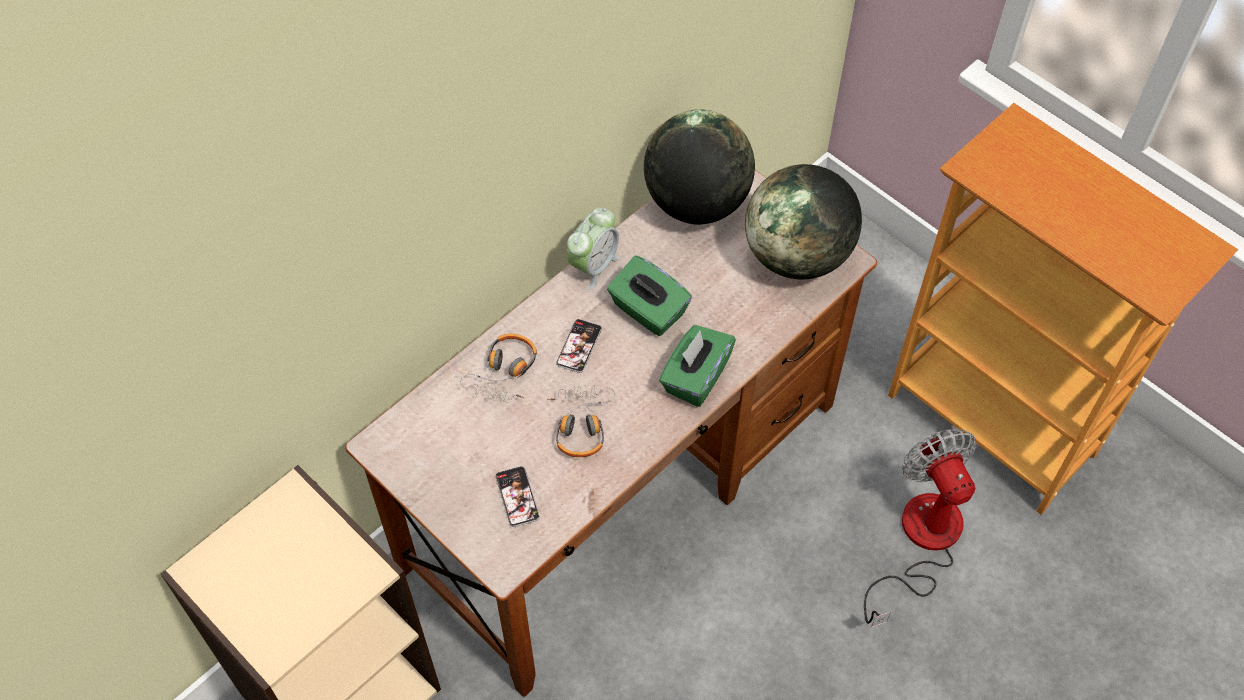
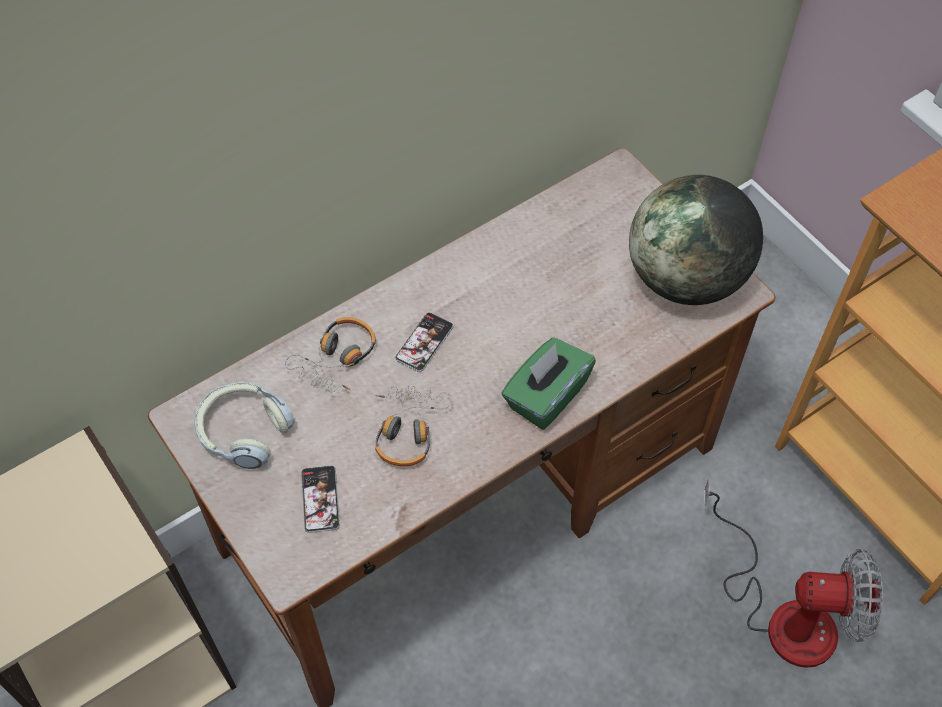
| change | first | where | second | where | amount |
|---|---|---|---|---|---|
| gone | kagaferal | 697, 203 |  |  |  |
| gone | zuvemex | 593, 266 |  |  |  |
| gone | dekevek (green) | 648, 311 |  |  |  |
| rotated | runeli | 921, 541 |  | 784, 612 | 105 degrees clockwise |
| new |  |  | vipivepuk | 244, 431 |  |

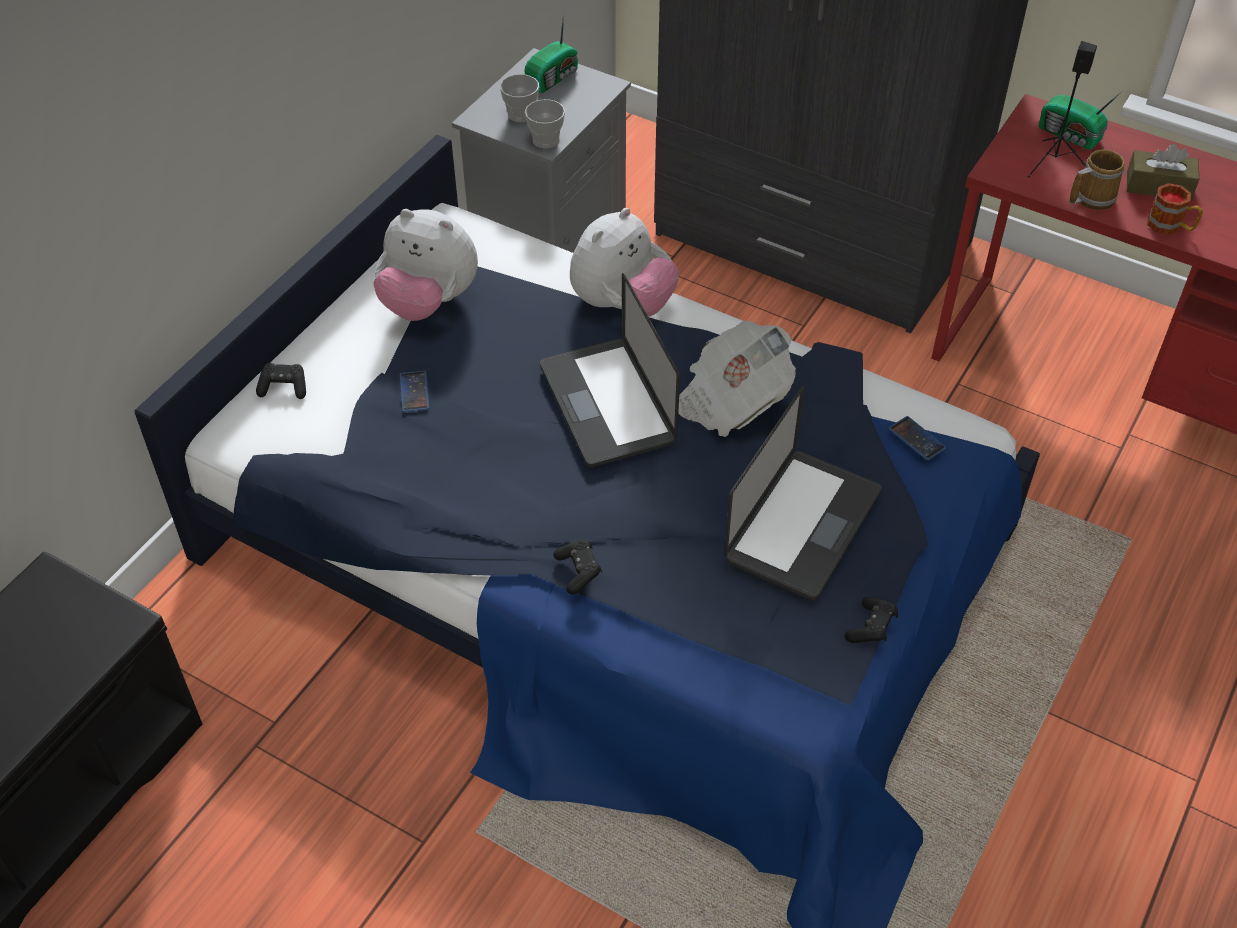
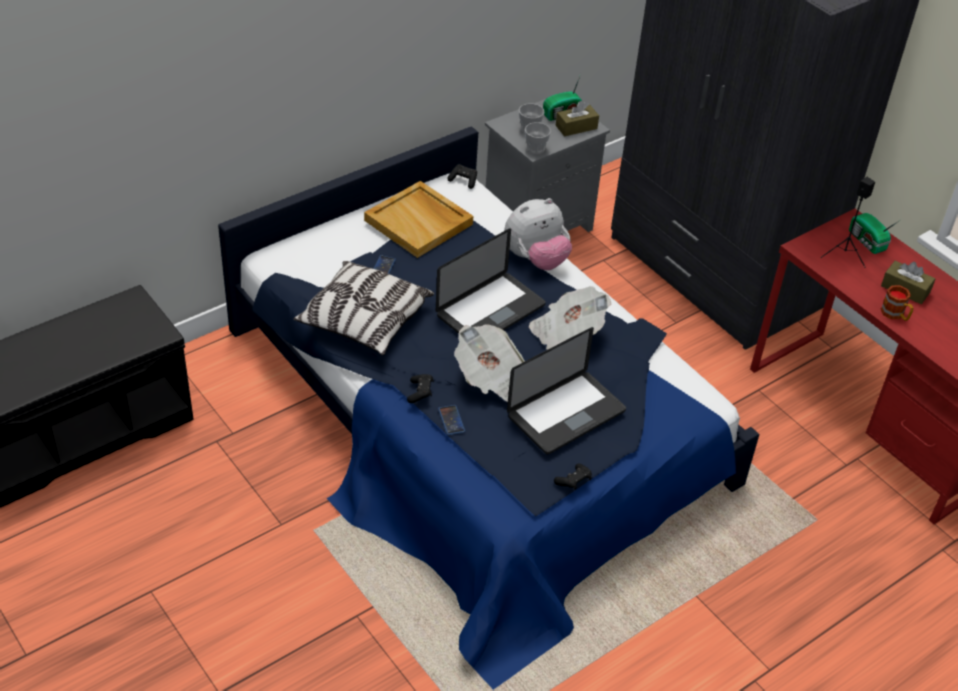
| change | first | where | second | where | amount |
|---|---|---|---|---|---|
| gone | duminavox | 1091, 197 |  |  |  |
| swapped | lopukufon | 428, 303 | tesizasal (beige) | 419, 222 |  |
| rotated | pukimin | 607, 404 |  | 490, 310 | 135 degrees counterclockwise |
| shifted | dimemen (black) | 284, 388 |  | 463, 180 |  |
| shifted | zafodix | 917, 439 |  | 451, 420 |  |
| new |  |  | dekevek (brown) | 576, 127 |  |
| new |  |  | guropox | 364, 321 |  |
| new |  |  | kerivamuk | 491, 378 |  |

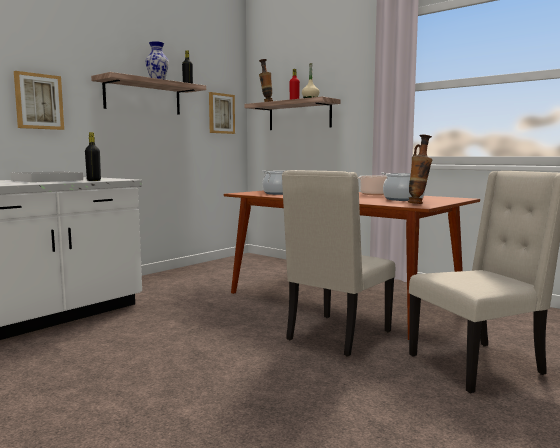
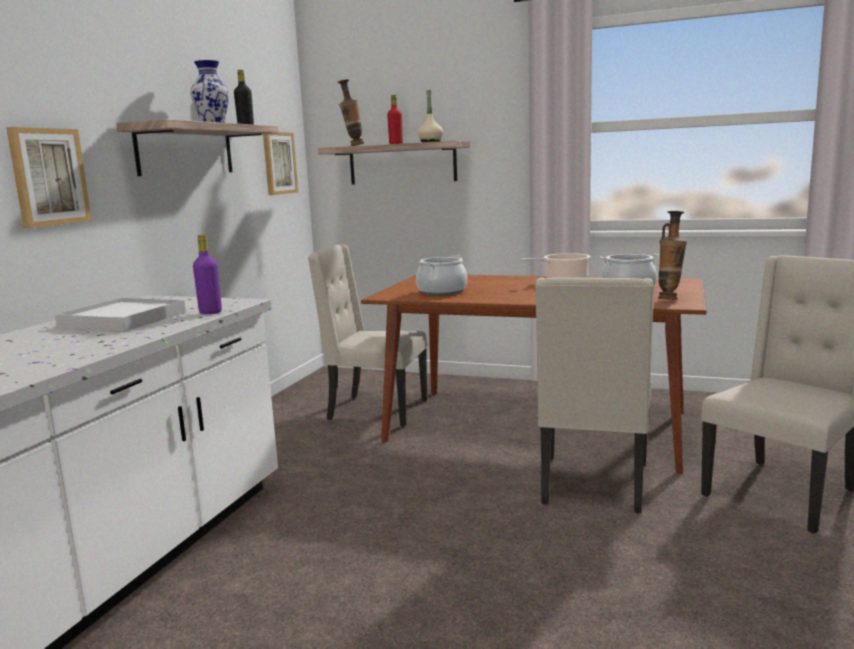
| change | first | where | second | where | amount |
|---|---|---|---|---|---|
| repainted | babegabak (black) | 94, 180 | babegabak (purple) | 210, 312 |  |
| new |  |  | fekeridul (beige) | 375, 410 |  |

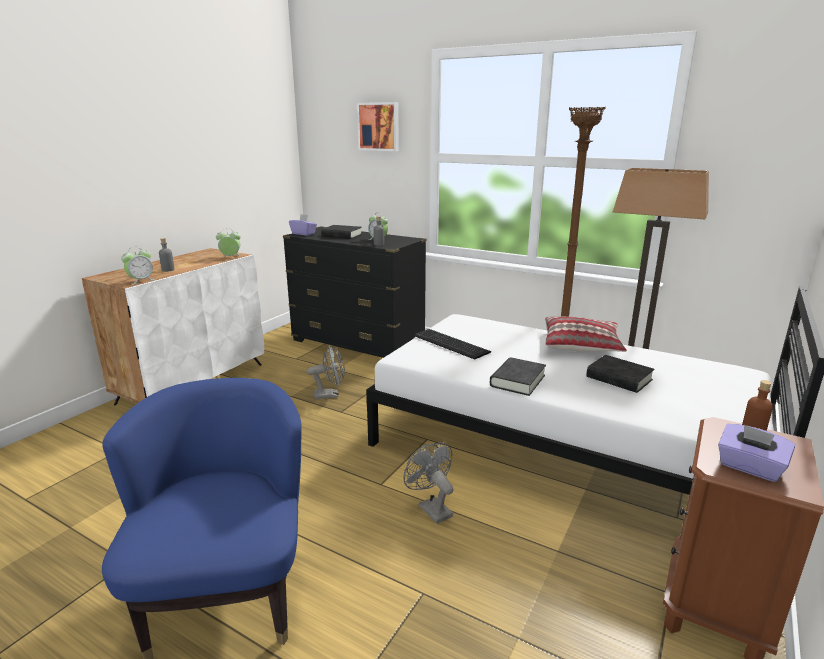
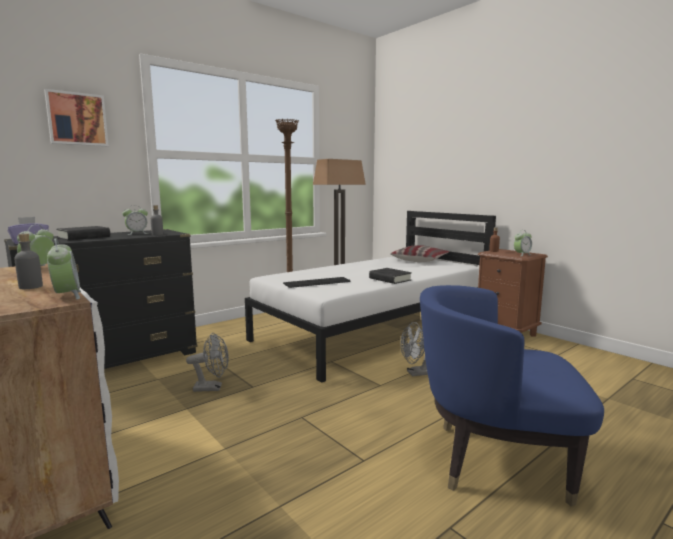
| change | first | where | second | where | amount |
|---|---|---|---|---|---|
| shifted | guropox | 581, 345 |  | 420, 260 |  |
| rotated | runeli (grey) | 330, 395 |  | 212, 388 | 75 degrees clockwise |
| gone | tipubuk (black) | 619, 378 |  |  |  |
| swapped | dekevek (purple) | 749, 467 | zuvemex | 522, 255 |  |

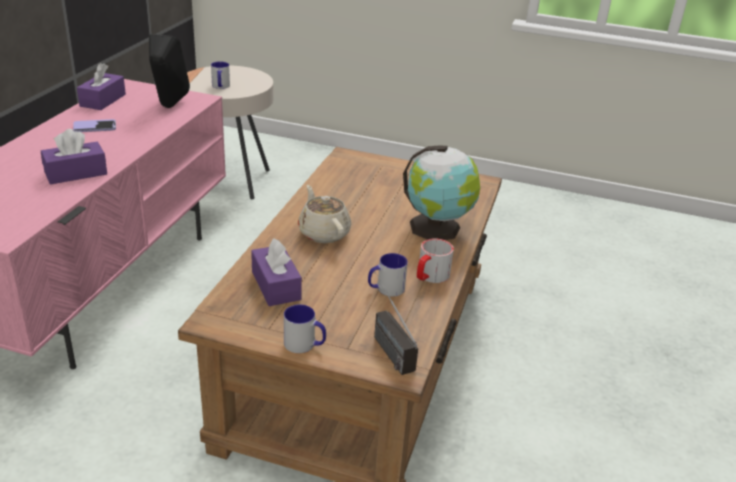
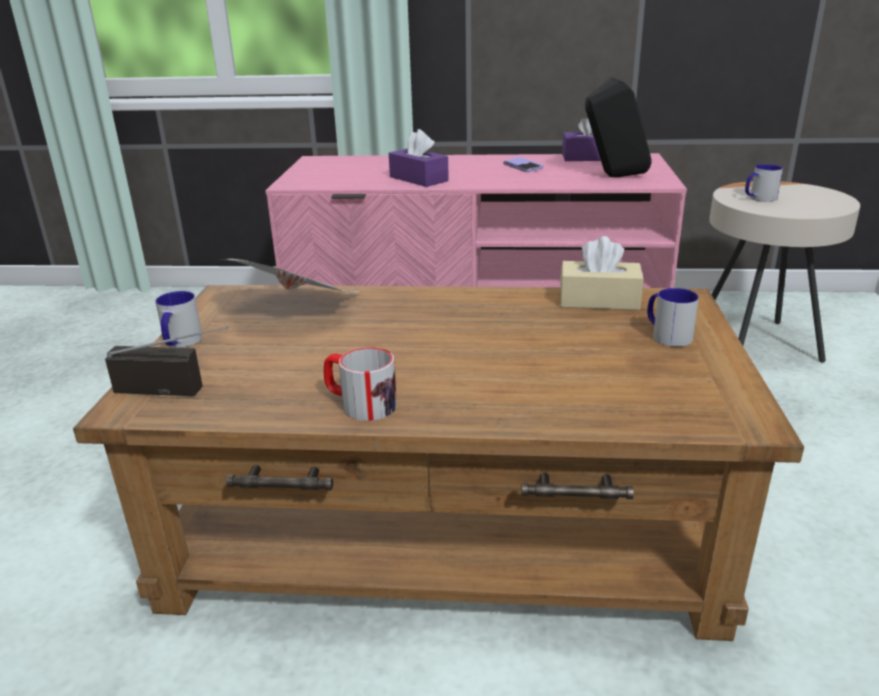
| change | first | where | second | where | amount |
|---|---|---|---|---|---|
| gone | kagaferal | 437, 228 |  |  |  |
| gone | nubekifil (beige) | 323, 233 |  |  |  |
| swapped | dekevek (purple) | 276, 285 | kerivamuk | 299, 310 |  |
| shifted | duminavox | 385, 289 |  | 666, 335 |  |
| rotated | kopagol | 385, 344 |  | 181, 389 | 45 degrees clockwise |
| new |  |  | dekevek (beige) | 599, 300 |  |

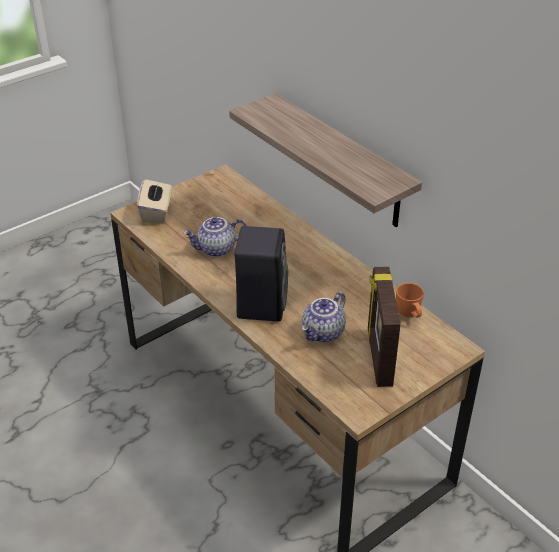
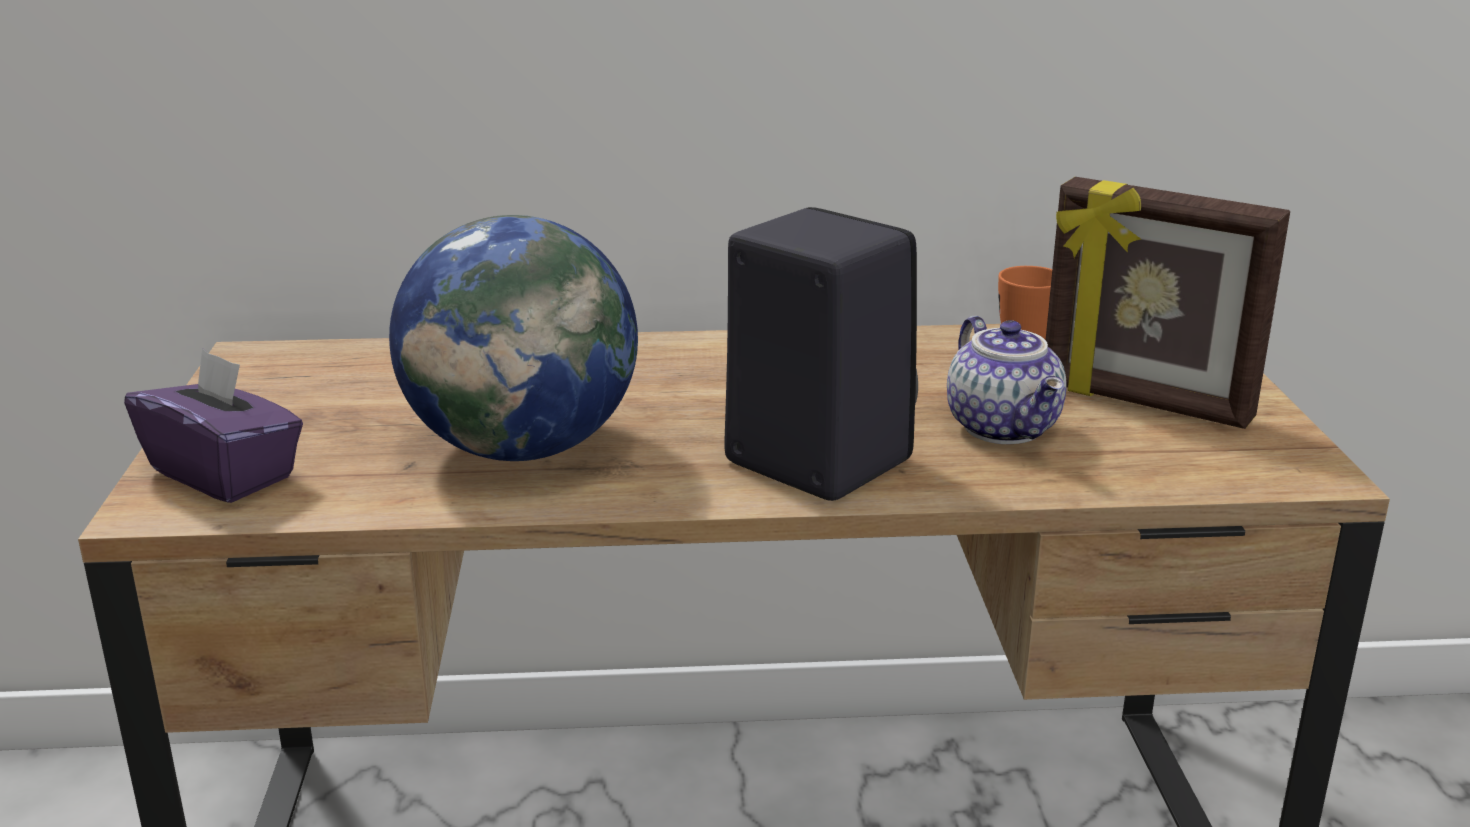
| change | first | where | second | where | amount |
|---|---|---|---|---|---|
| gone | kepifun | 341, 161 |  |  |  |
| repainted | dekevek (beige) | 156, 212 | dekevek (purple) | 224, 473 |  |
| swapped | nubekifil | 216, 250 | kagaferal | 523, 448 |  |

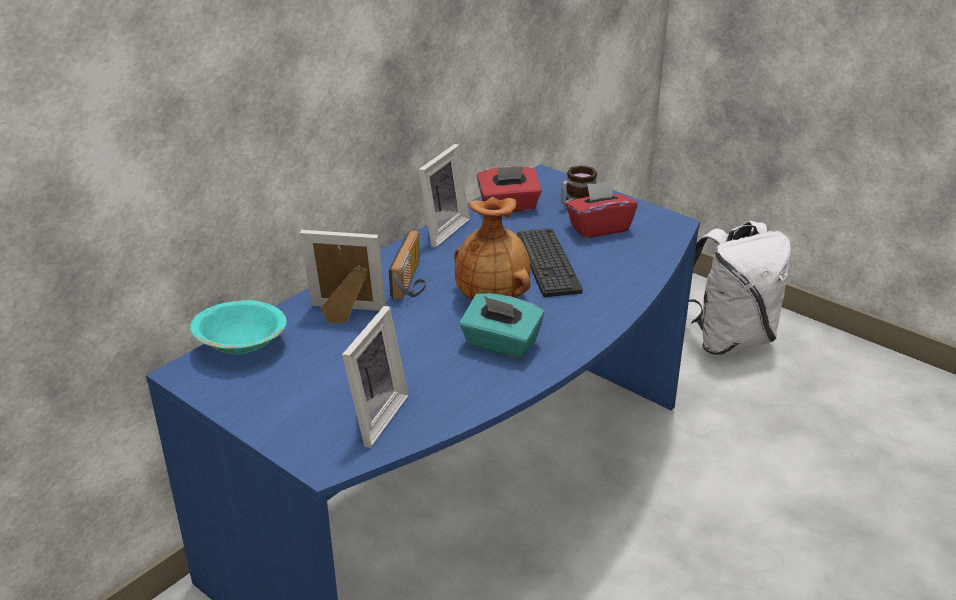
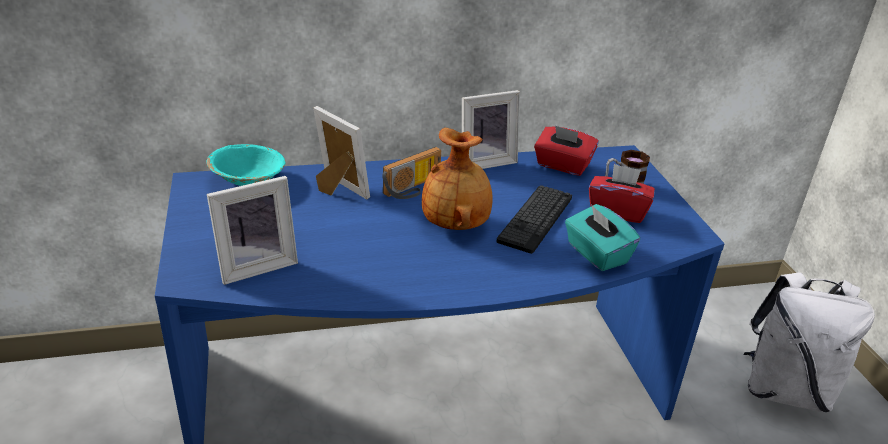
| change | first | where | second | where | amount |
|---|---|---|---|---|---|
| shifted | dekevek (turquoise) | 501, 345 |  | 596, 254 |  |

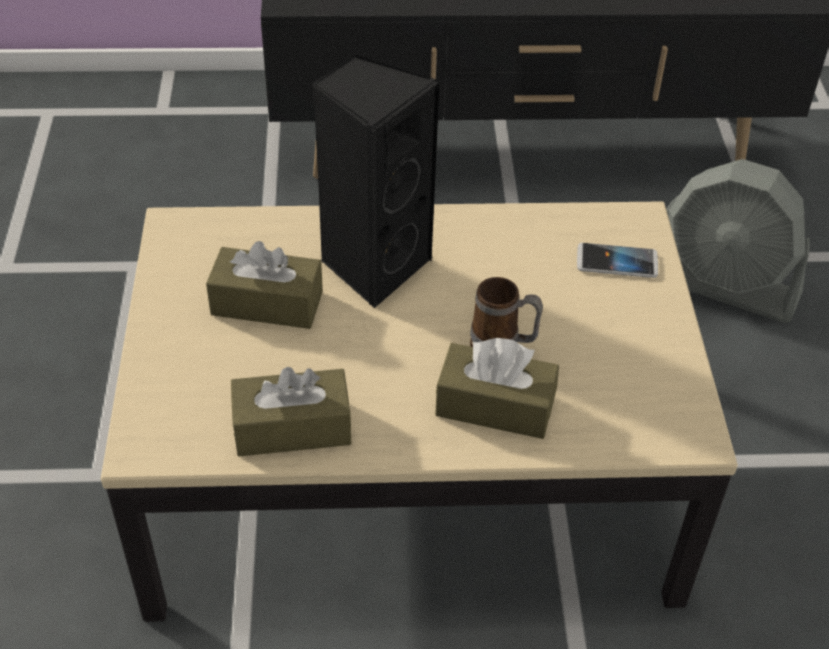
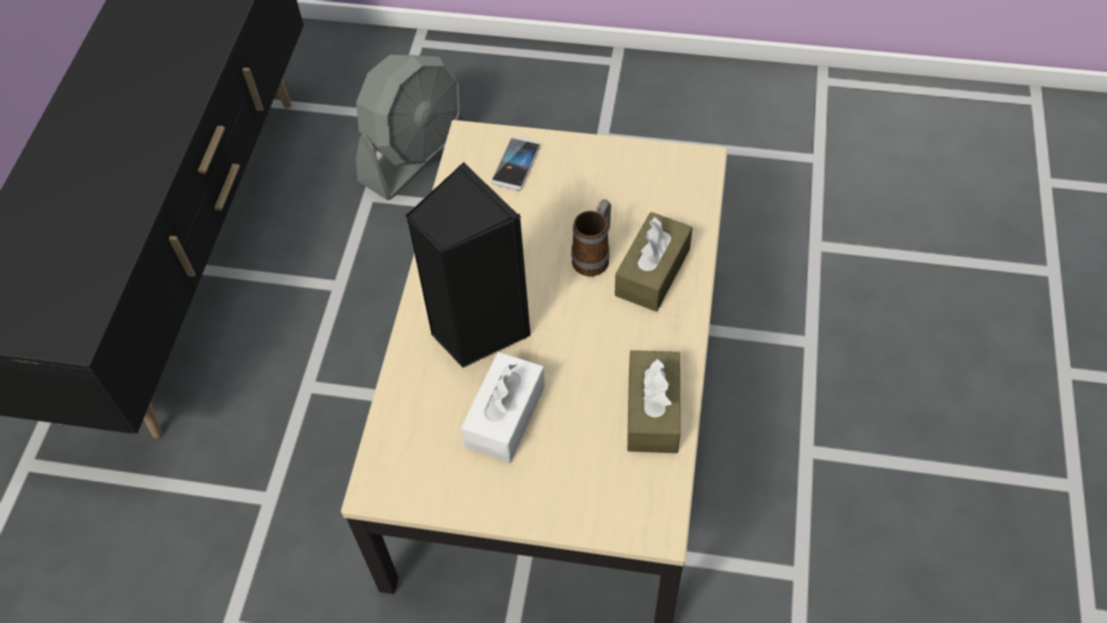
| change | first | where | second | where | amount |
|---|---|---|---|---|---|
| repainted | dekevek (brown) | 267, 303 | dekevek (white) | 505, 416 |  |

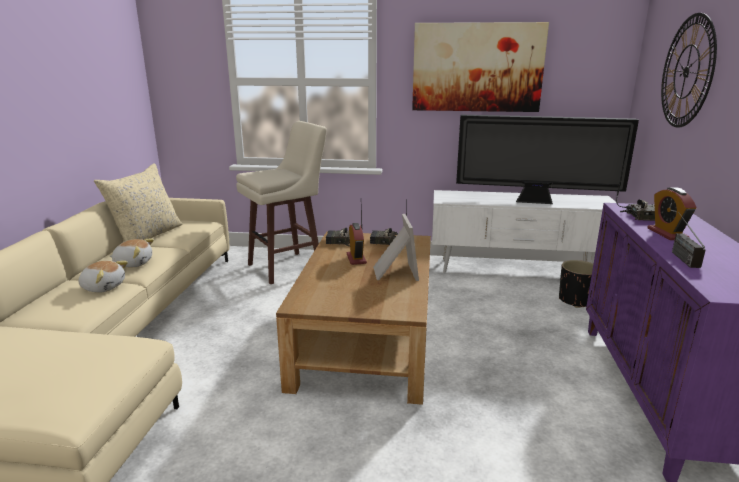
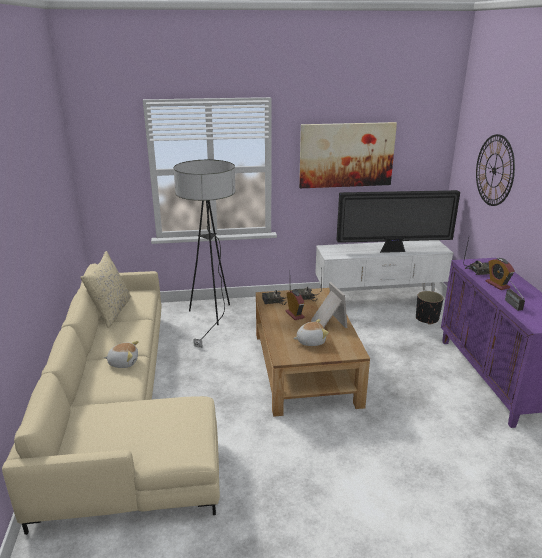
| change | first | where | second | where | amount |
|---|---|---|---|---|---|
| swapped | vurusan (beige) | 287, 267 | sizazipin | 212, 318 |  |
| shifted | lopukufon | 133, 263 |  | 310, 341 |  |

